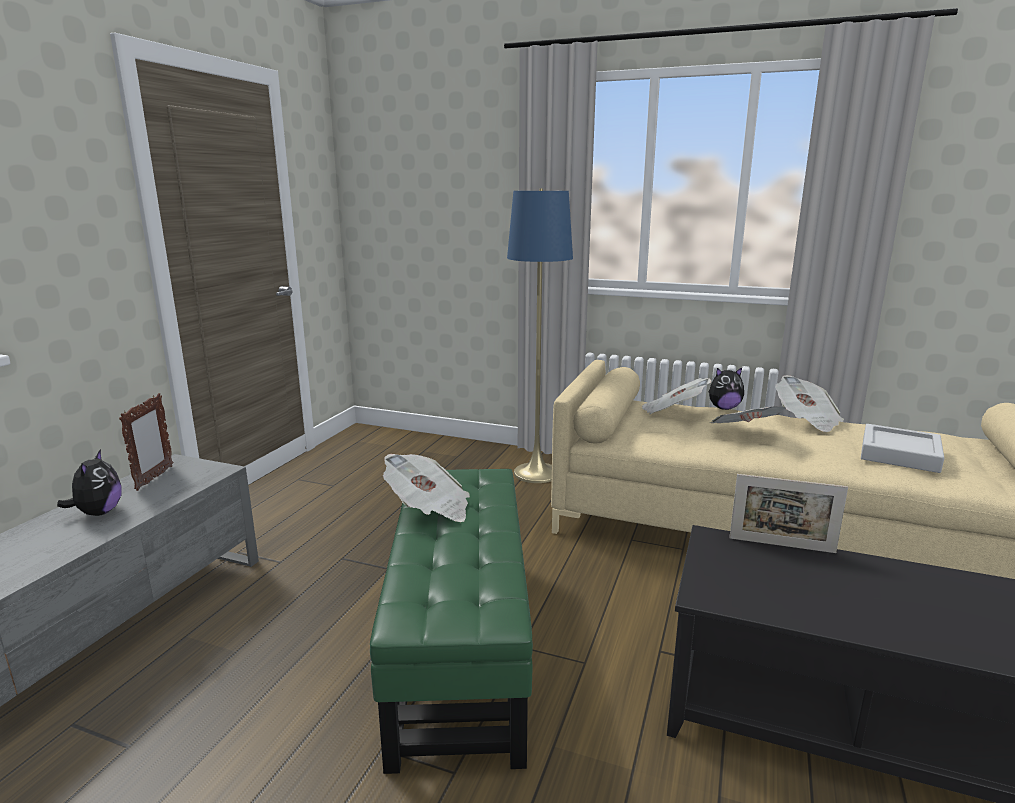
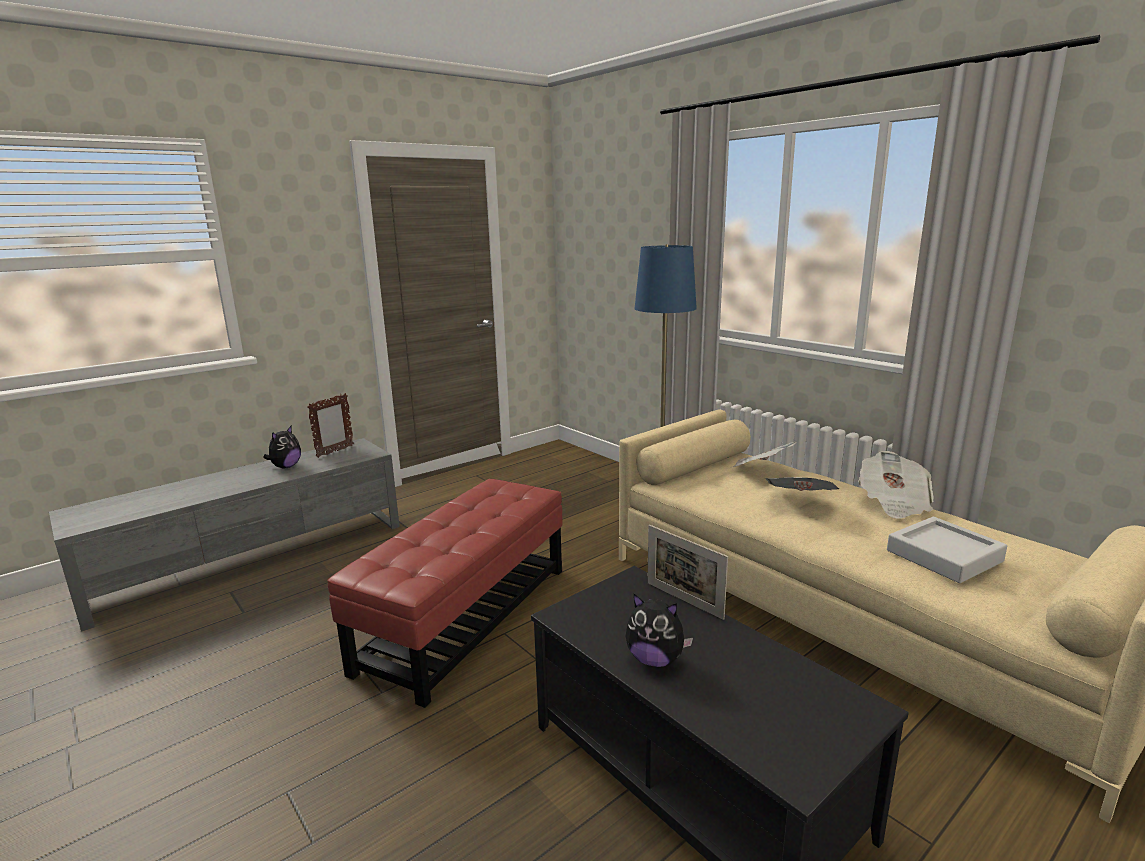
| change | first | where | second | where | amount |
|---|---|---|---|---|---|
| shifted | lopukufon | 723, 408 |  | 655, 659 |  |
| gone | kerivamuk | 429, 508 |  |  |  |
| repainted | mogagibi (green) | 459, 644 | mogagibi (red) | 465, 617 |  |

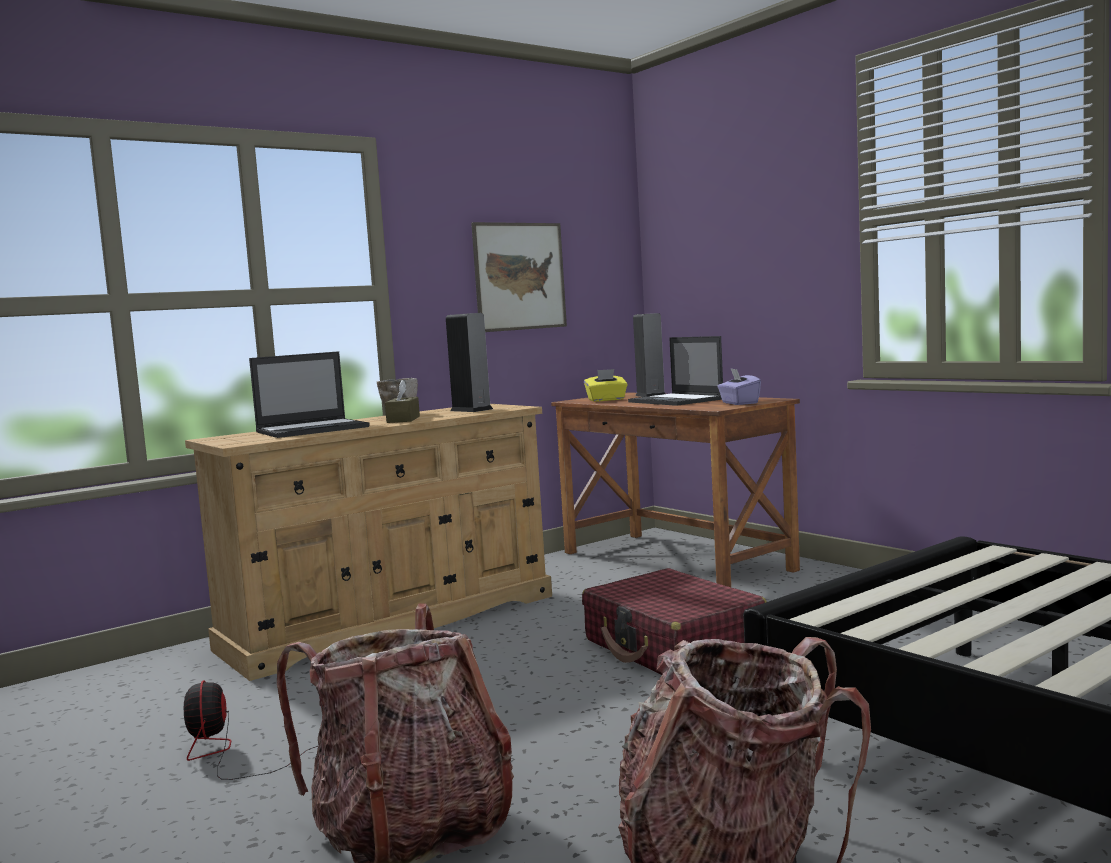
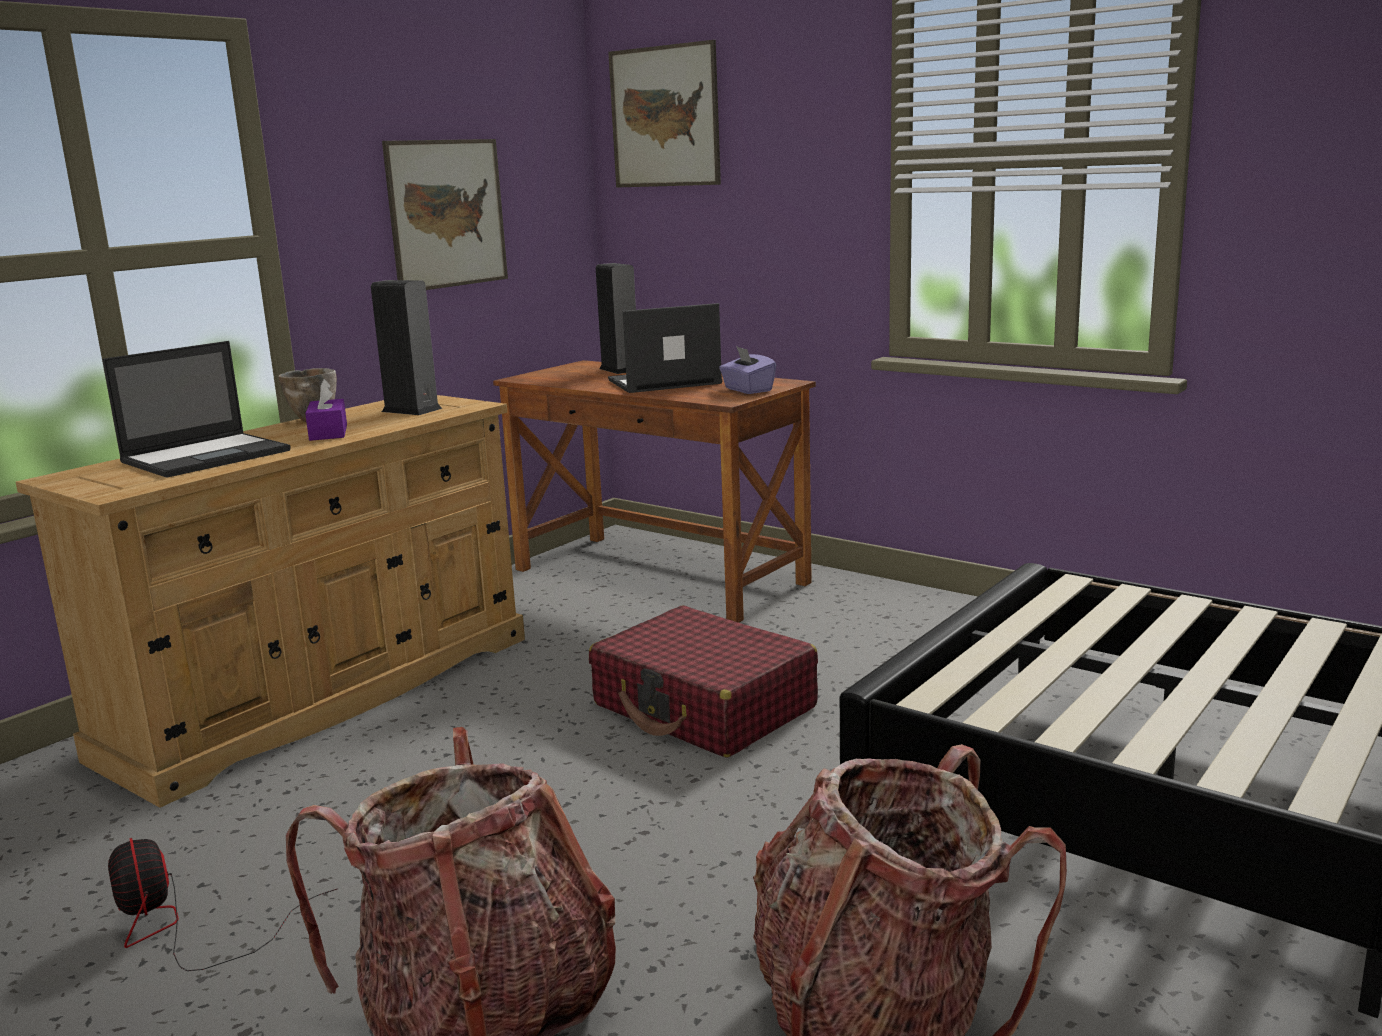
| change | first | where | second | where | amount |
|---|---|---|---|---|---|
| rotated | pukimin | 676, 400 |  | 663, 382 | 120 degrees clockwise |
| gone | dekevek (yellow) | 606, 400 |  |  |  |
| repainted | dekevek (brown) | 403, 419 | dekevek (purple) | 328, 432 |  |
| new |  |  | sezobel | 665, 117 |  |

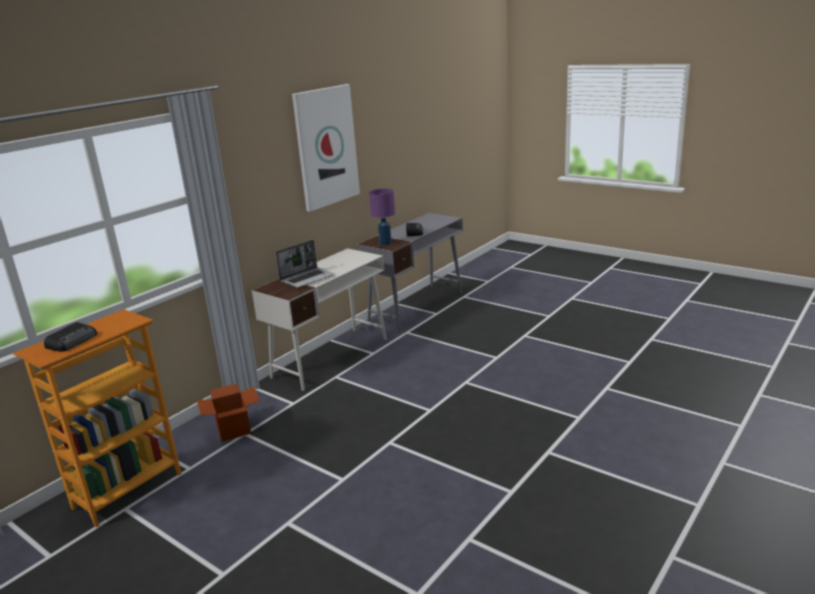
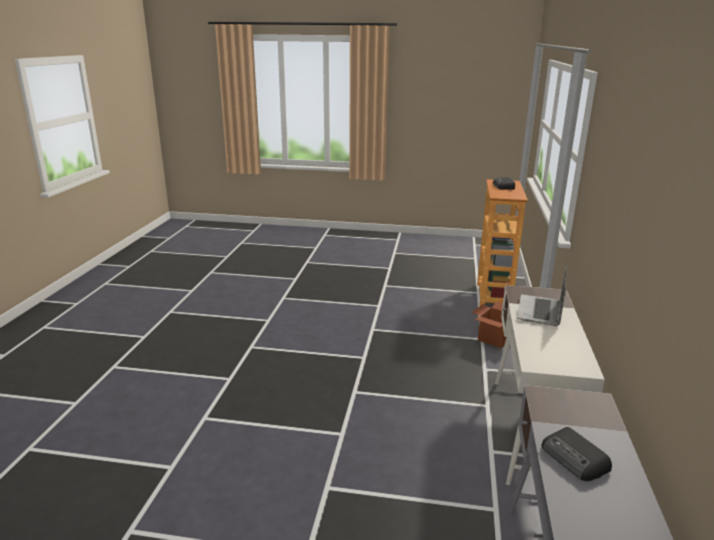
| change | first | where | second | where | amount |
|---|---|---|---|---|---|
| gone | sezobel | 325, 147 |  |  |  |
| gone | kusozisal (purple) | 385, 243 |  |  |  |

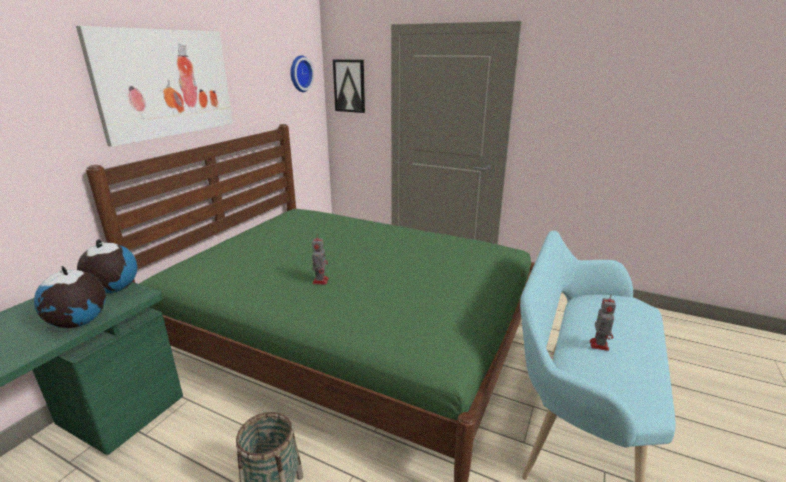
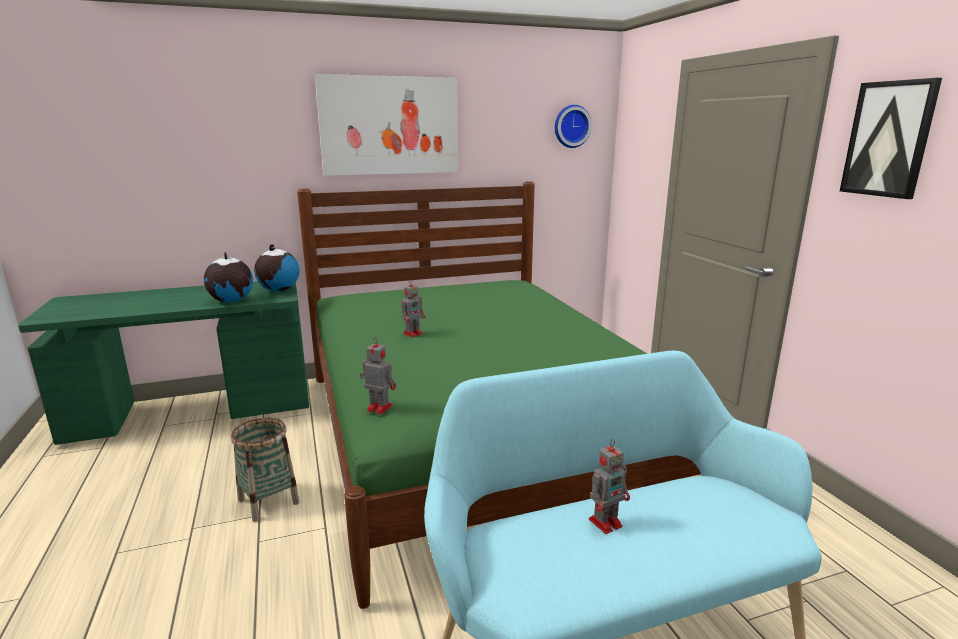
| change | first | where | second | where | amount |
|---|---|---|---|---|---|
| shifted | sezobel | 349, 86 |  | 888, 139 |  |
| new |  |  | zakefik | 378, 408 |  |

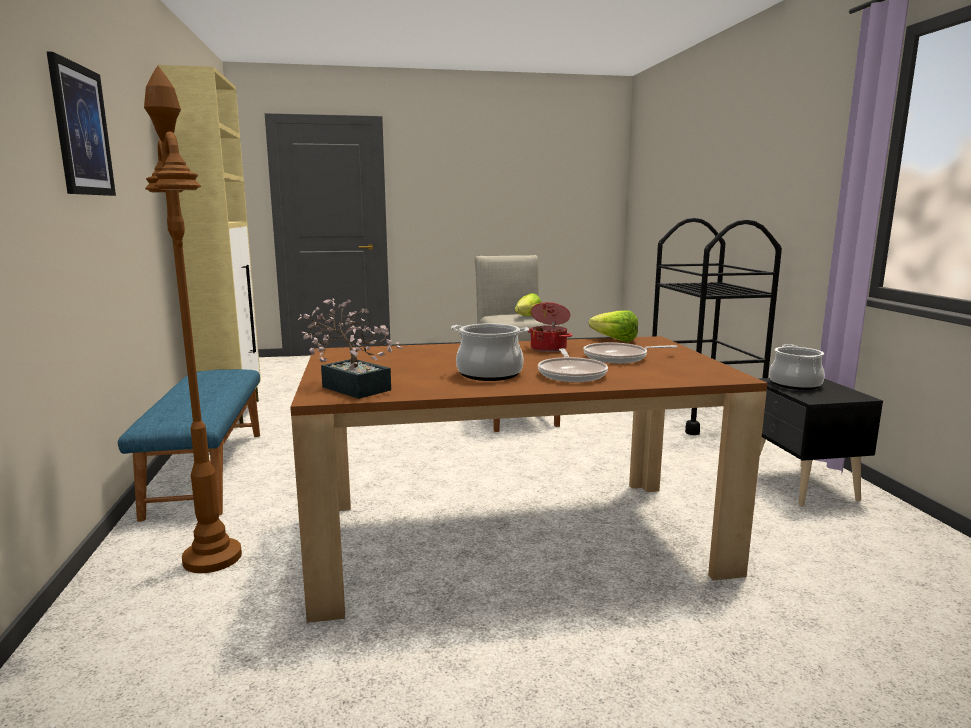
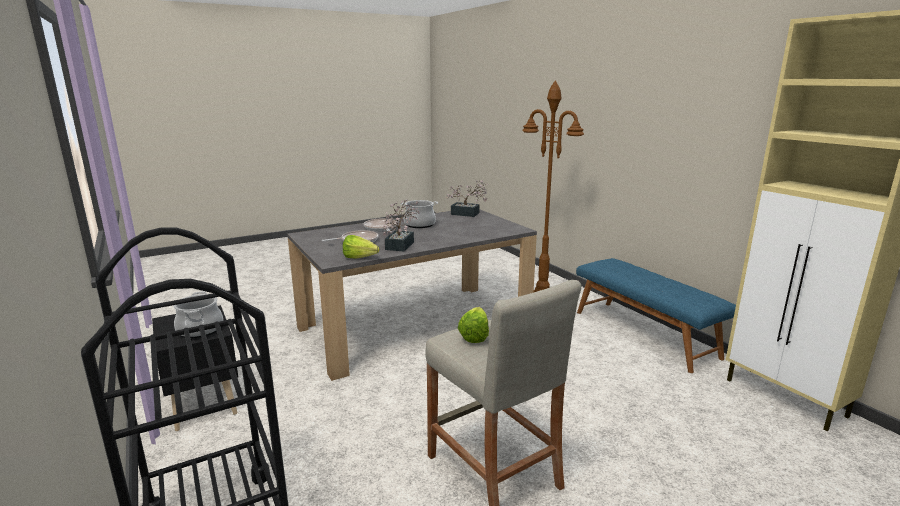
| change | first | where | second | where | amount |
|---|---|---|---|---|---|
| gone | sezobel | 81, 130 |  |  |  |
| swapped | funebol | 549, 348 | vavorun | 401, 244 |  |
| repainted | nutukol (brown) | 513, 538 | nutukol (grey) | 415, 326 |  |

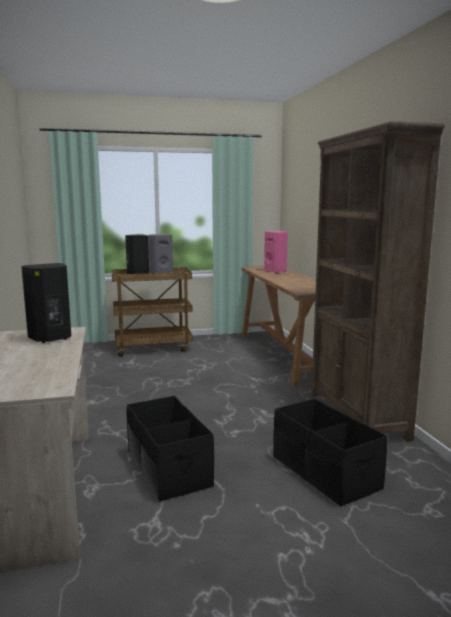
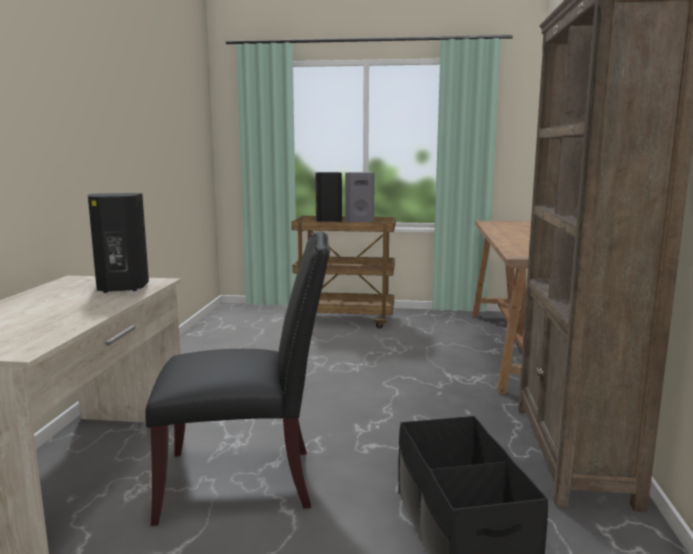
| change | first | where | second | where | amount |
|---|---|---|---|---|---|
| gone | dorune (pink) | 276, 271 |  |  |  |
| swapped | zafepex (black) | 167, 468 | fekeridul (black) | 246, 481 |  |

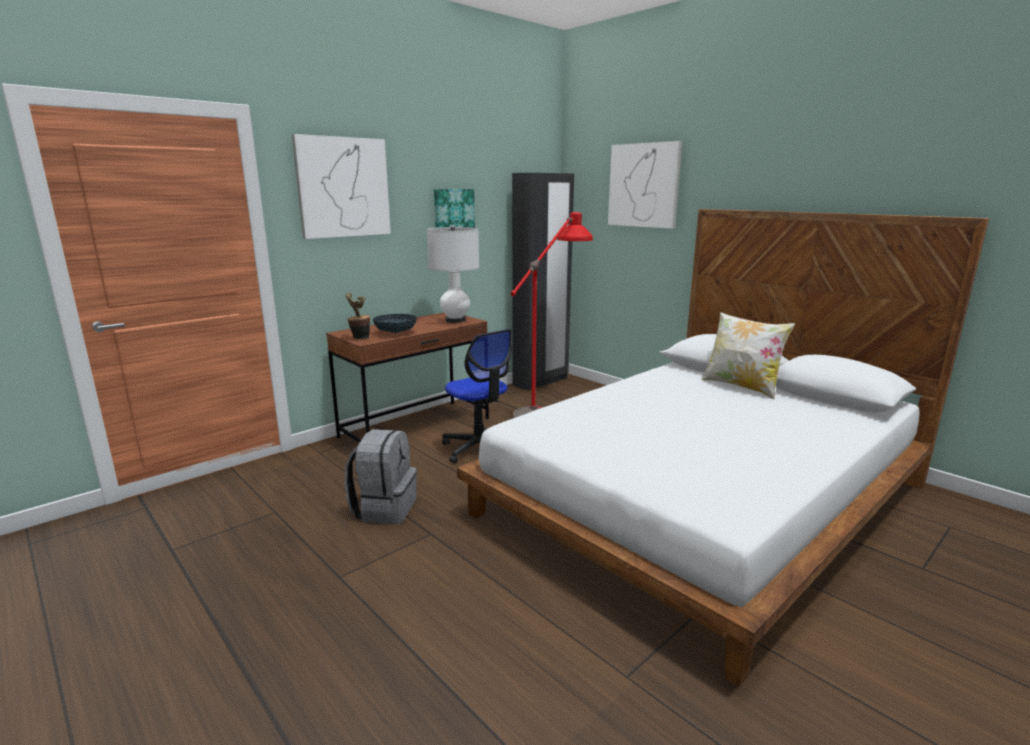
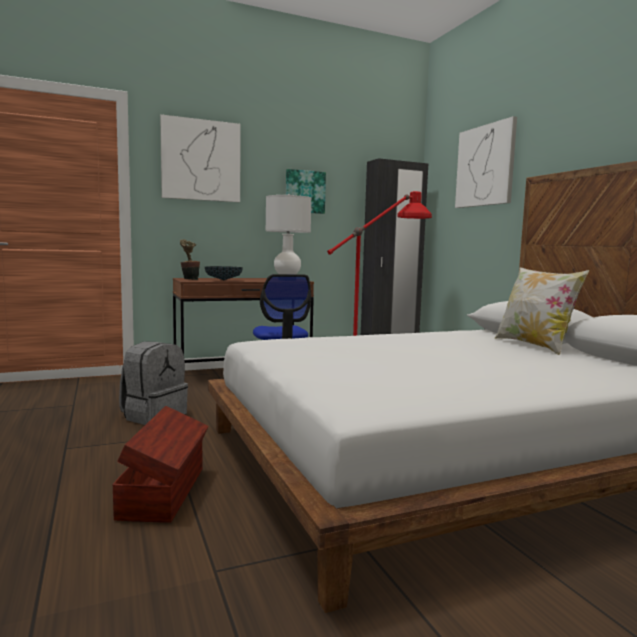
| change | first | where | second | where | amount |
|---|---|---|---|---|---|
| new |  |  | zafepex (brown) | 165, 492 |  |

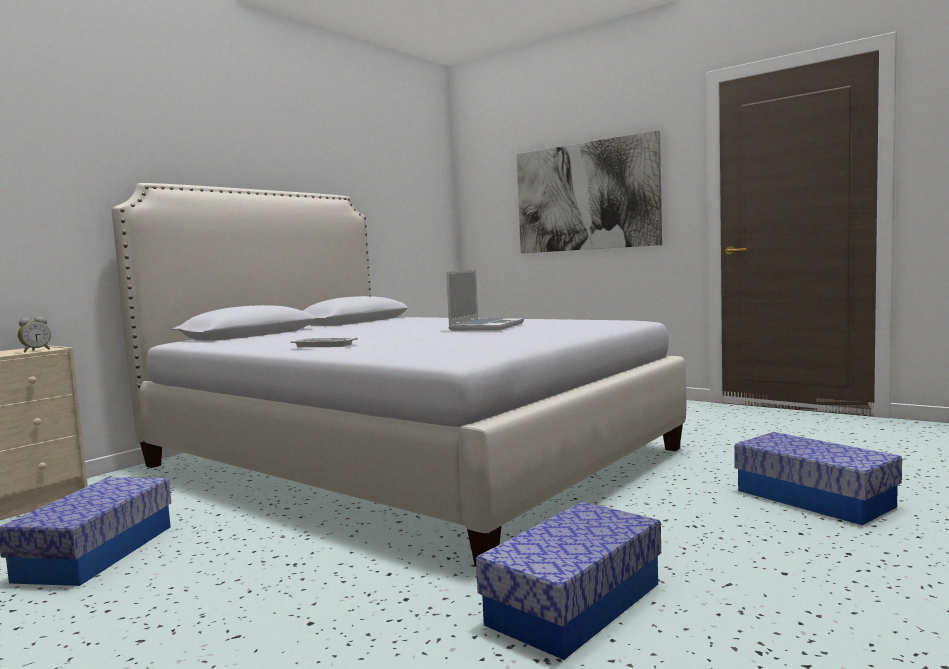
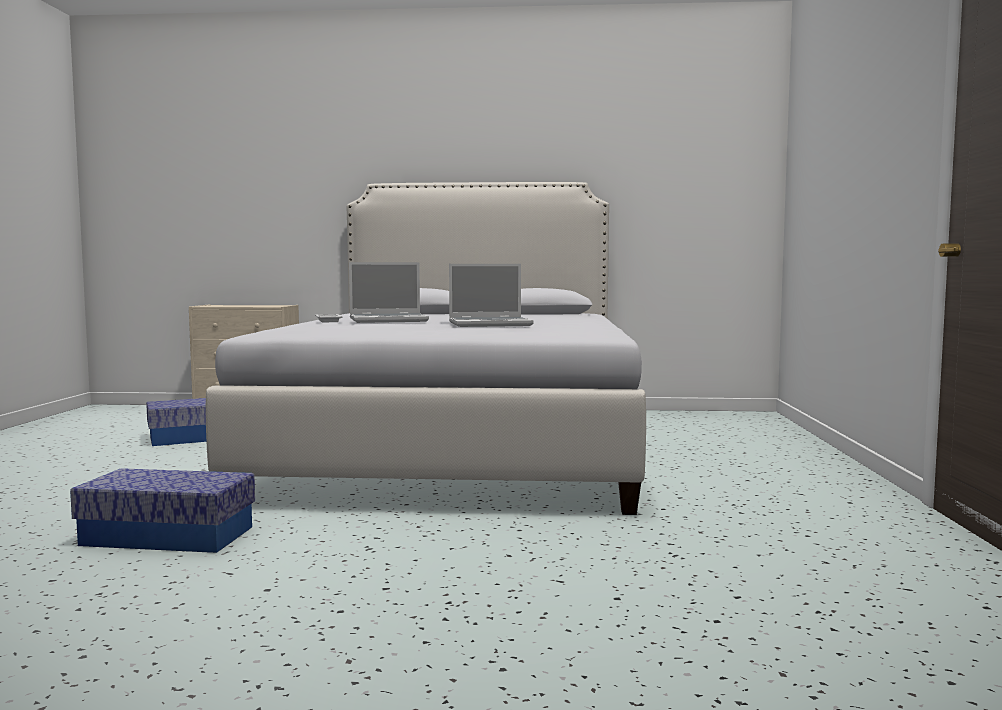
| change | first | where | second | where | amount |
|---|---|---|---|---|---|
| gone | sezobel | 586, 196 |  |  |  |
| gone | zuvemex | 35, 351 |  |  |  |
| gone | zafepex | 814, 498 |  |  |  |
| new |  |  | pukimin | 389, 320 |  |

